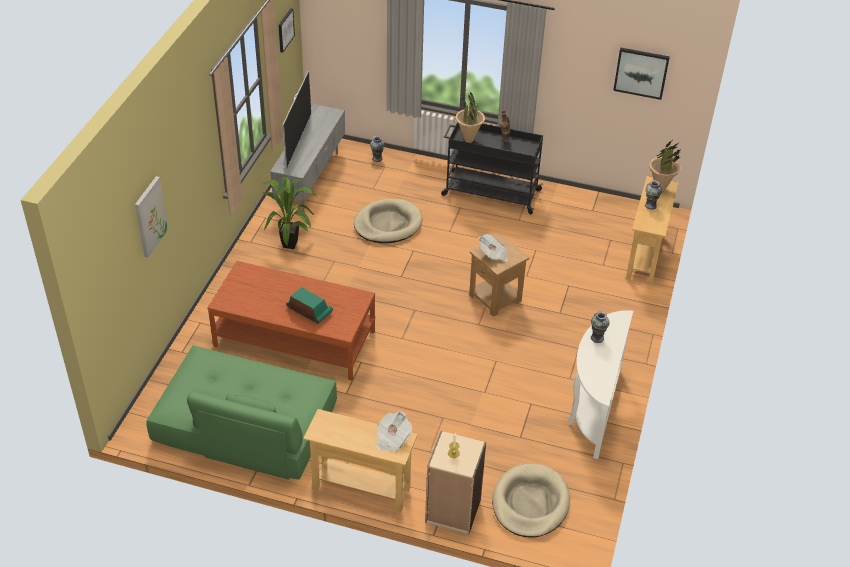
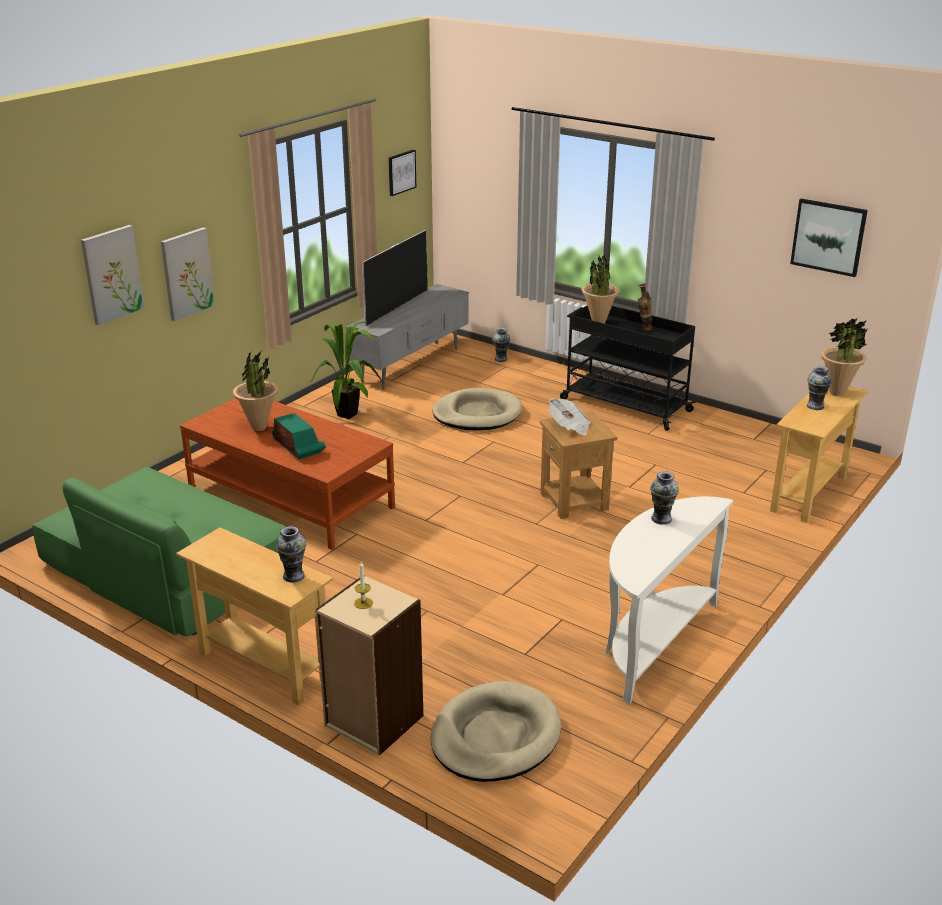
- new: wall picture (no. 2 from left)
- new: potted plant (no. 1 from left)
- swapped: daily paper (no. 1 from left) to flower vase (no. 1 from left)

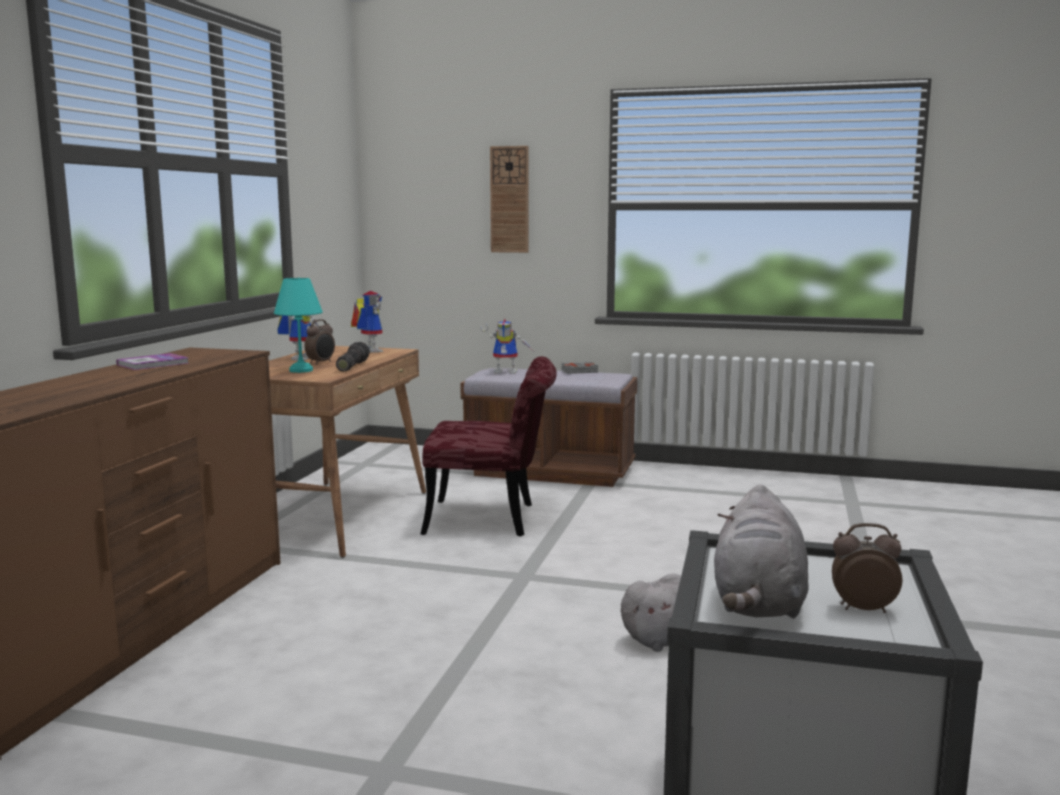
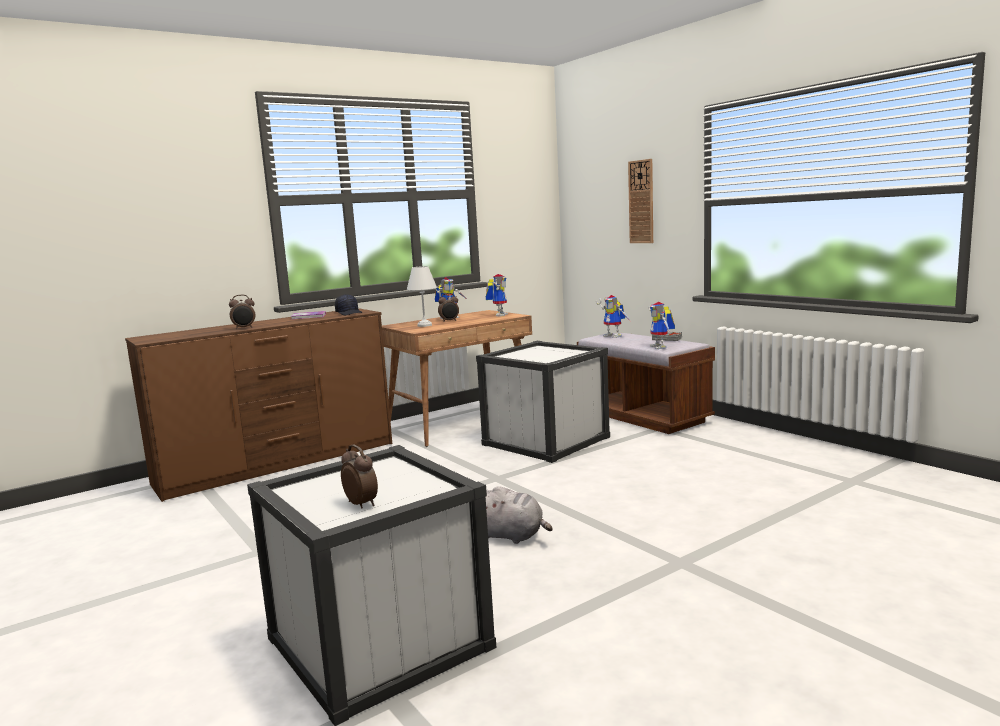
- gone: torch
- gone: greyish cuddly toy (no. 2 from left)
- new: alarm clock (no. 1 from left)
- new: black peaked cap
- new: model robot (no. 4 from left)
- swapped: red-coloured upright chair to white storage bin (no. 2 from left)
- repainted: turquoise tabletop lamp to white tabletop lamp

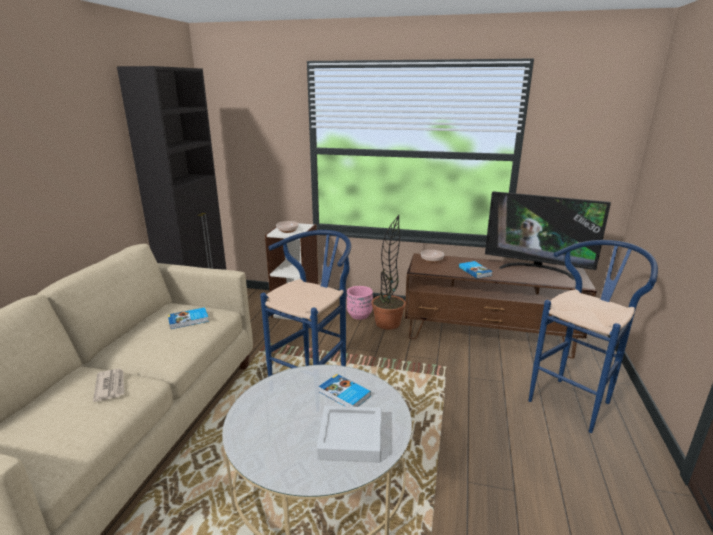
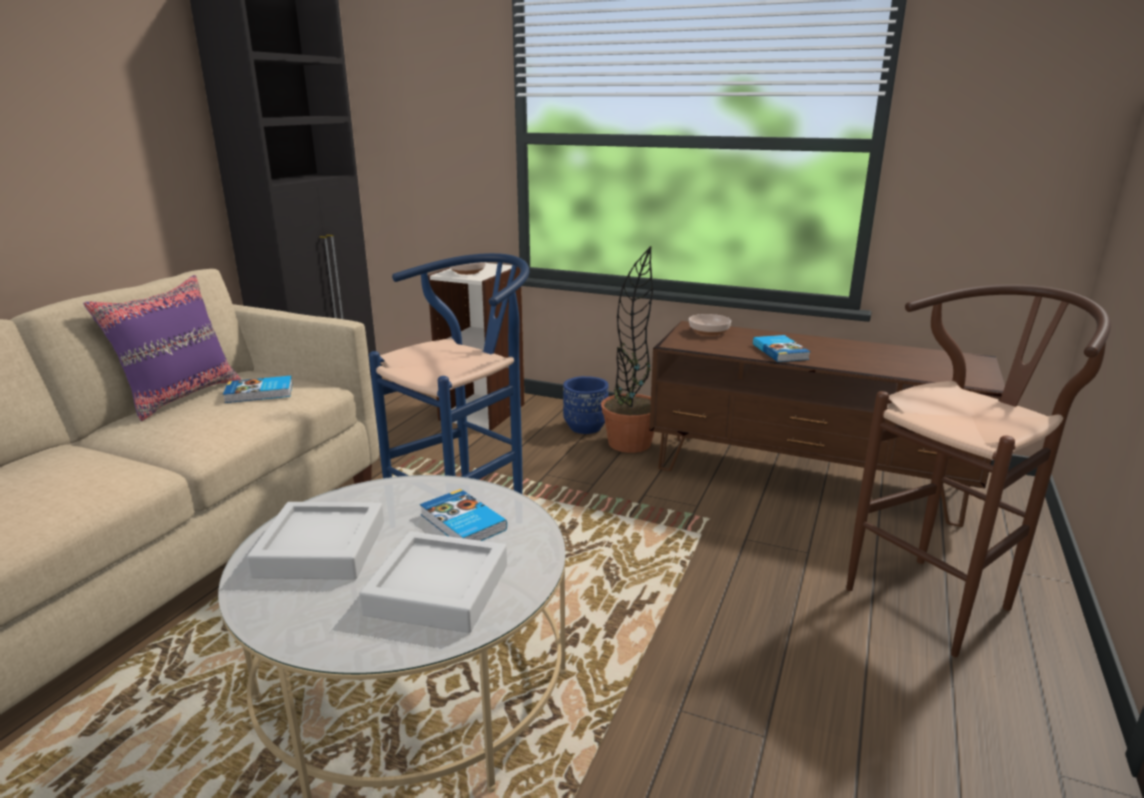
- gone: daily paper
- gone: television
- new: purple cushion
- new: greyish carrying tray (no. 1 from left)
- repainted: pink-coloured planter to blue planter
- repainted: blue sitting stool (no. 2 from left) to brown-coloured sitting stool

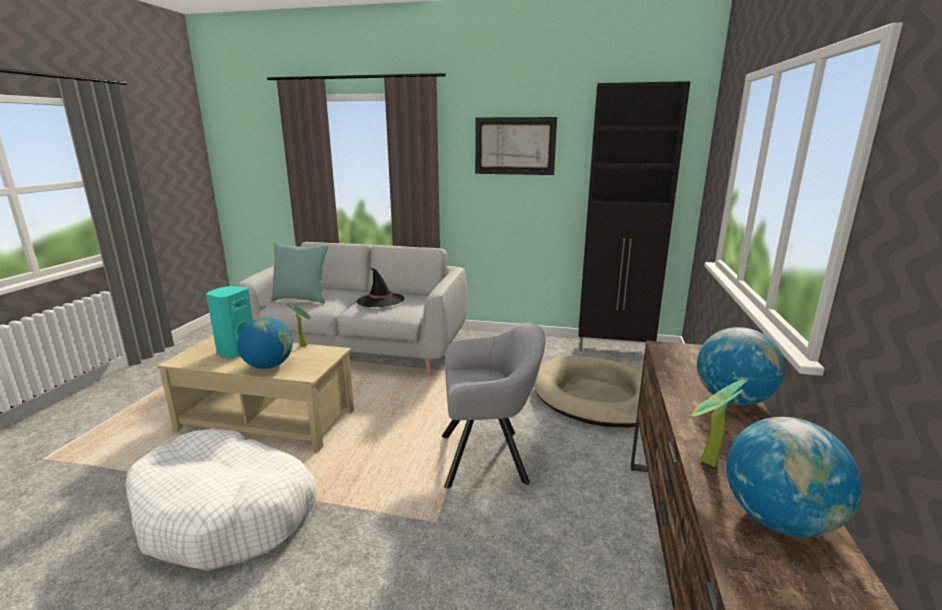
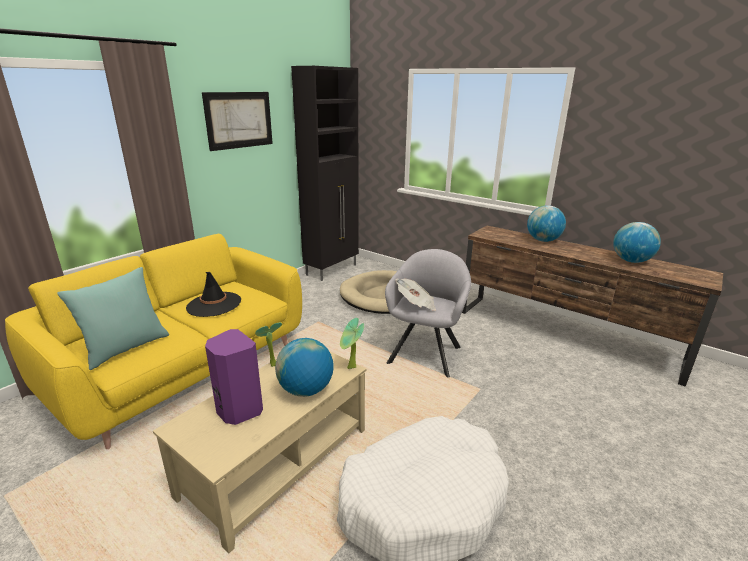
- new: daily paper
- shifted: potted plant (no. 2 from left)
- repainted: turquoise loudspeaker to purple loudspeaker
- repainted: greyish sofa to yellow-coloured sofa

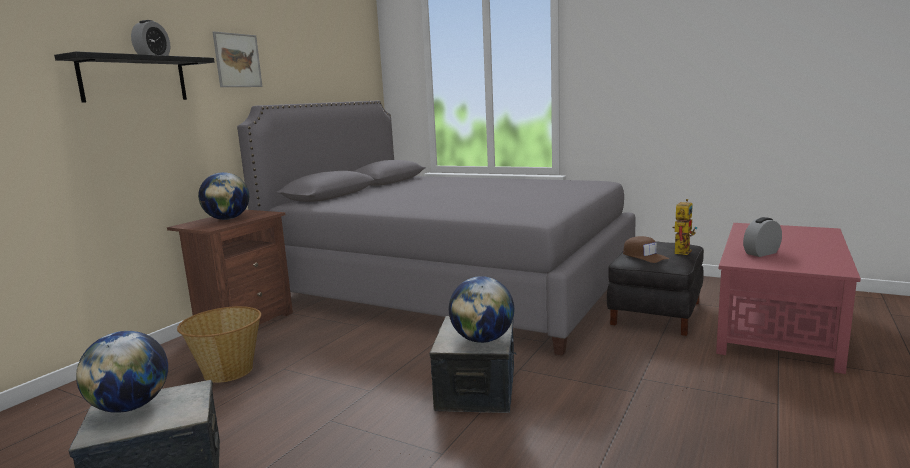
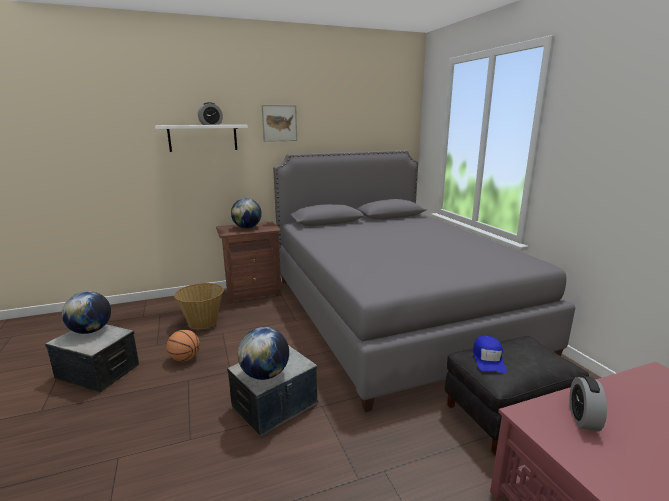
- gone: model robot
- new: ball for basketball
- repainted: black wall shelf to white wall shelf
- repainted: brown-coloured peaked cap to blue peaked cap
- rotated: alarm clock (no. 2 from left) 90 degrees counterclockwise

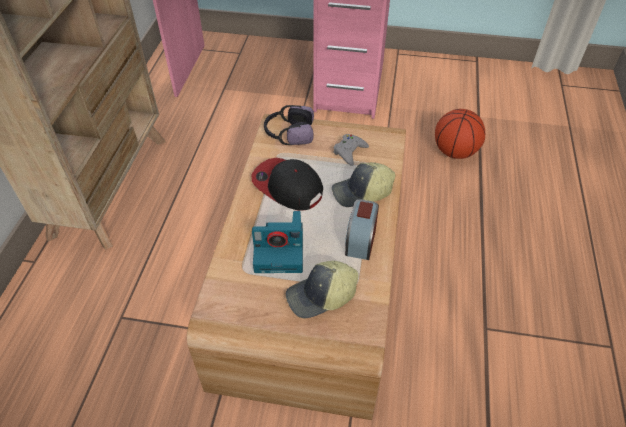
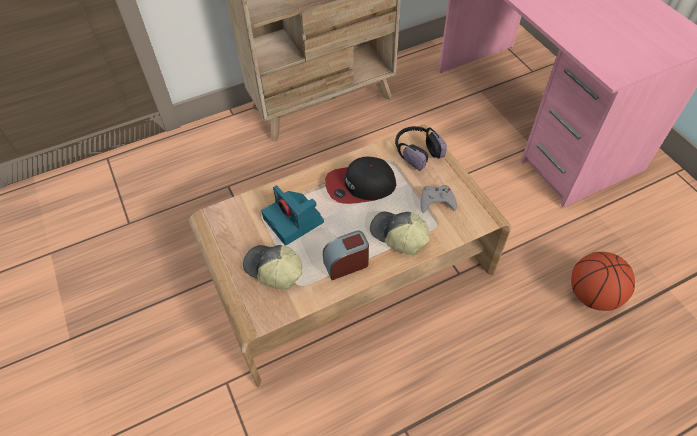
- rotated: peaked cap (no. 1 from left in the first image) 105 degrees counterclockwise

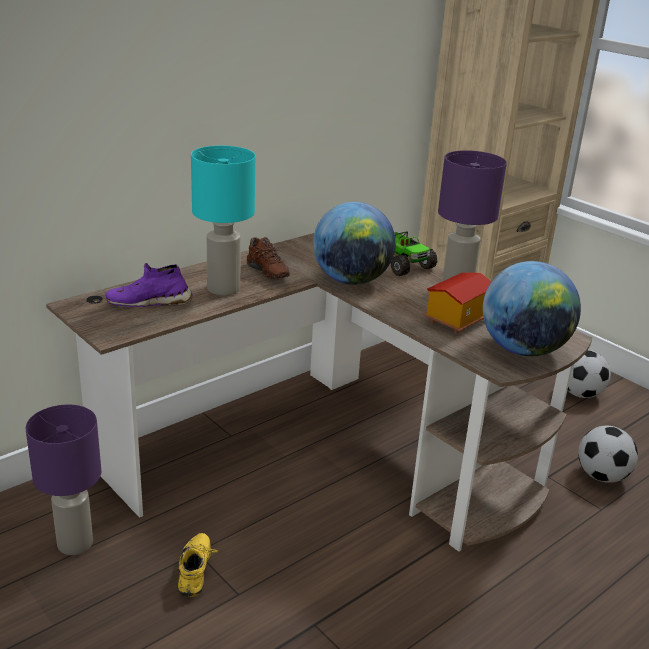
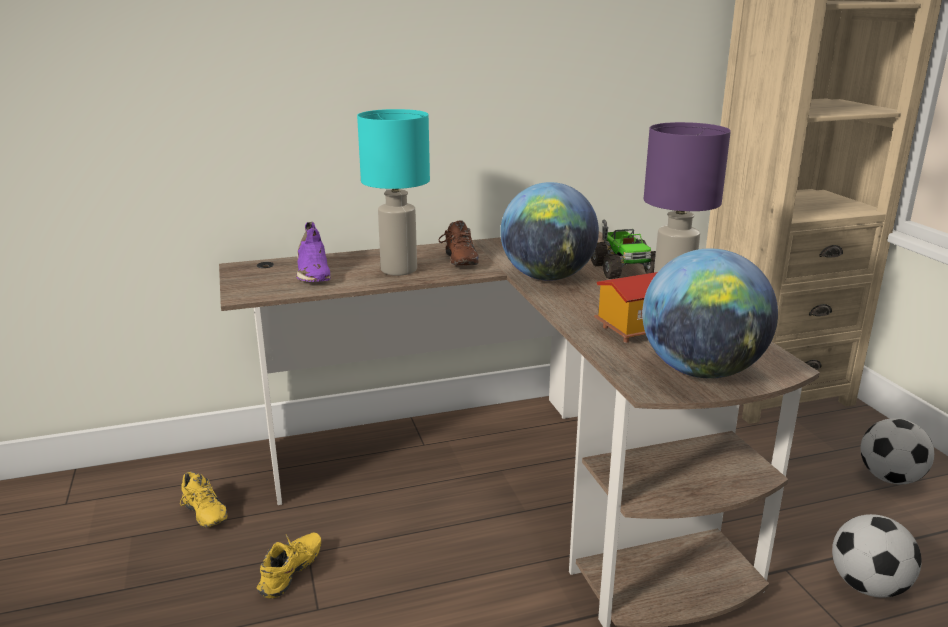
- swapped: purple tabletop lamp (no. 1 from left) to yellow-coloured low shoe (no. 1 from left)
- rotated: purple low shoe 120 degrees counterclockwise

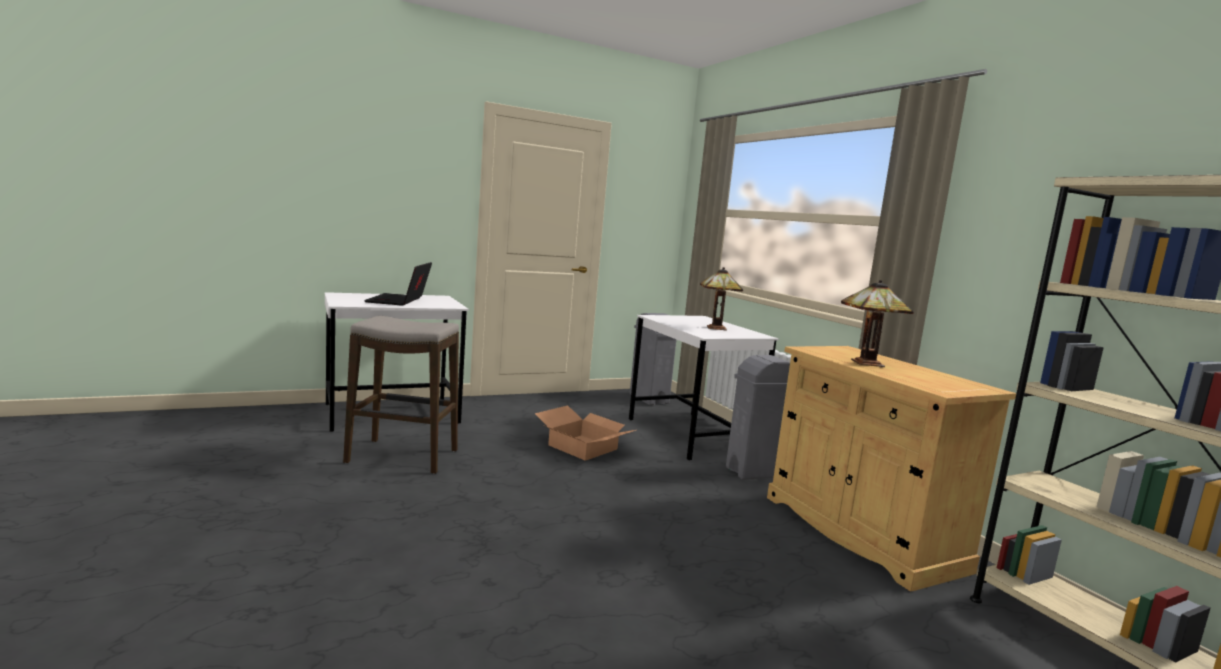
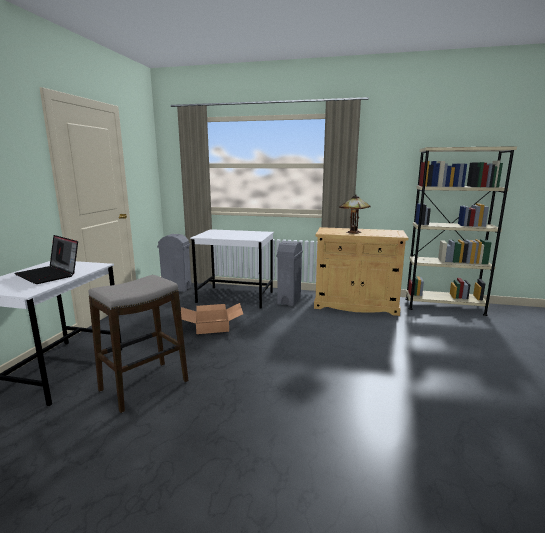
- gone: tabletop lamp (no. 1 from left)

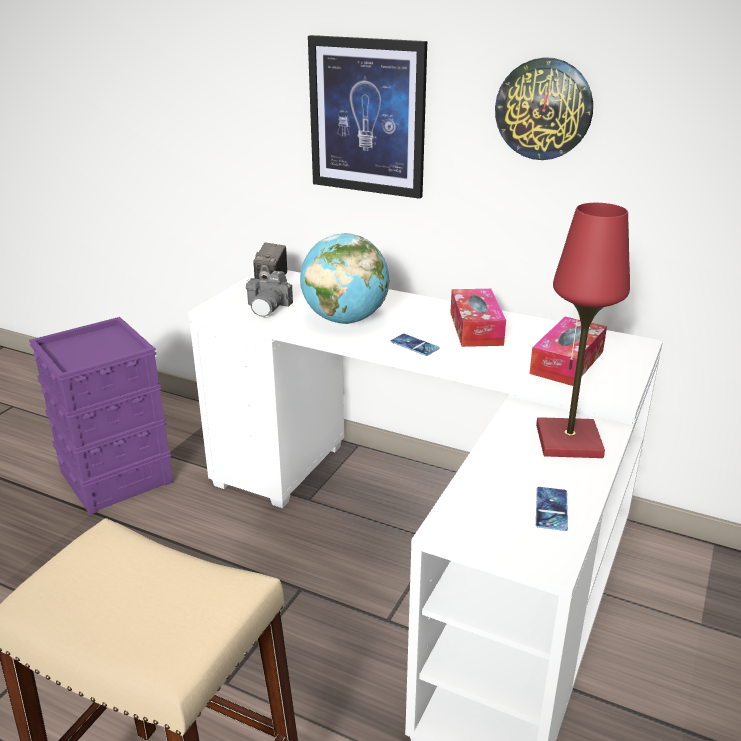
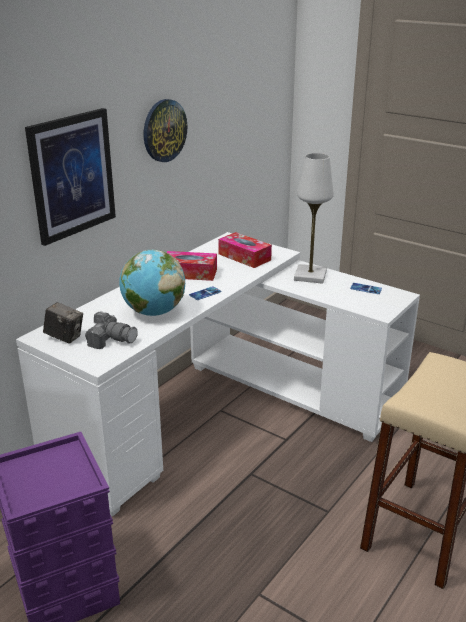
- repainted: red-coloured tabletop lamp to white tabletop lamp

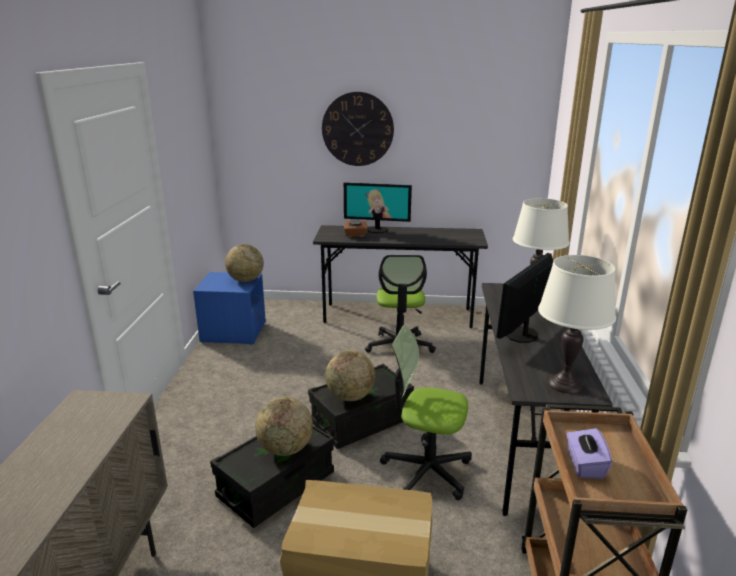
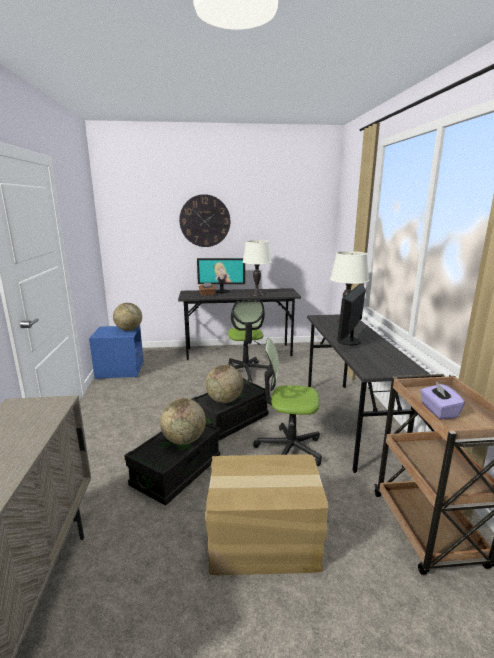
- shifted: white tabletop lamp (no. 2 from left in the first image) to white tabletop lamp (no. 1 from left)

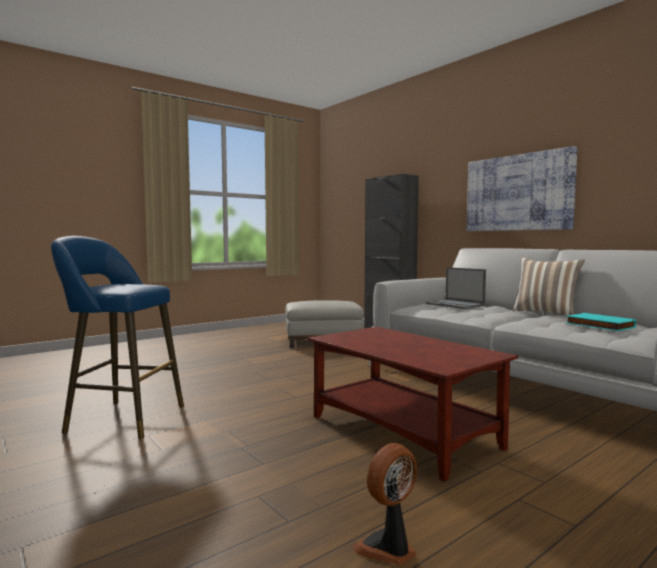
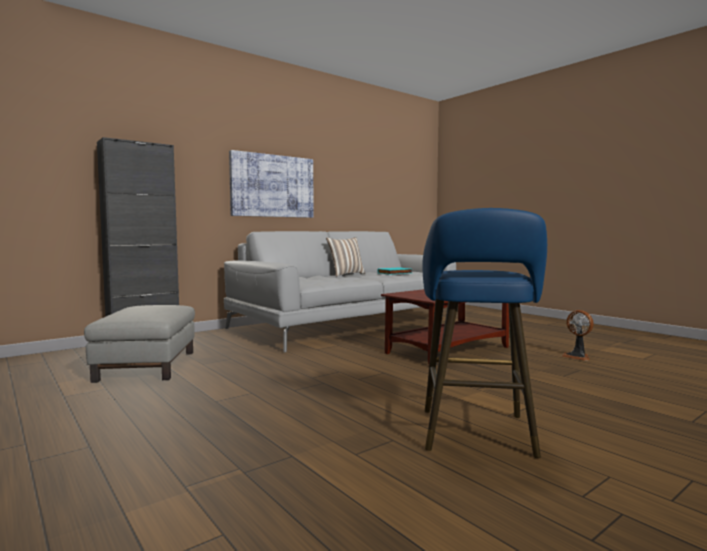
- gone: portable computer

